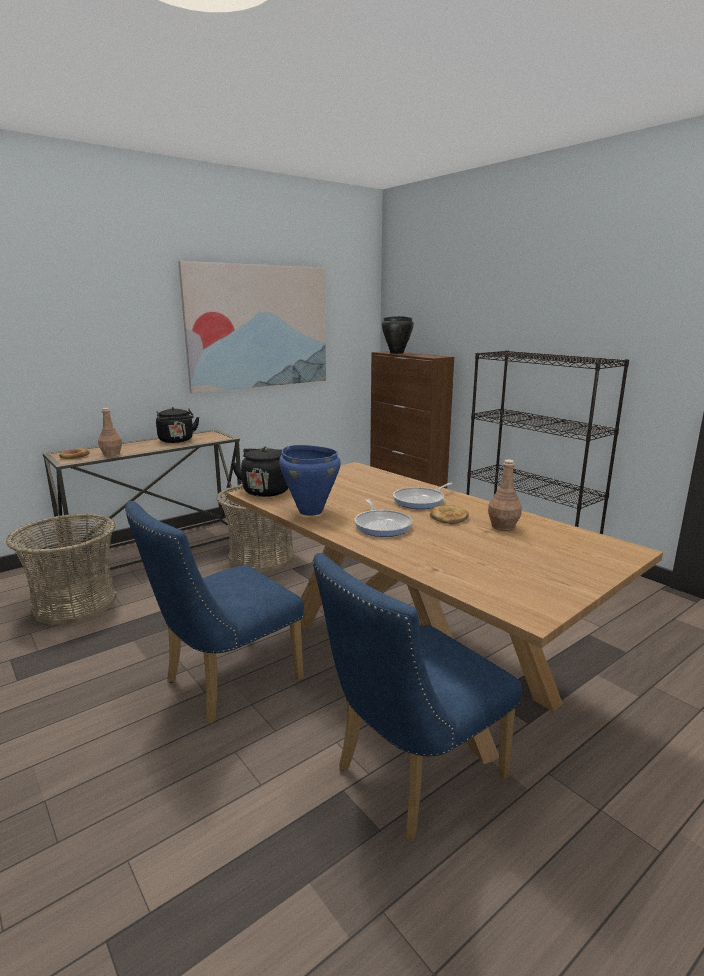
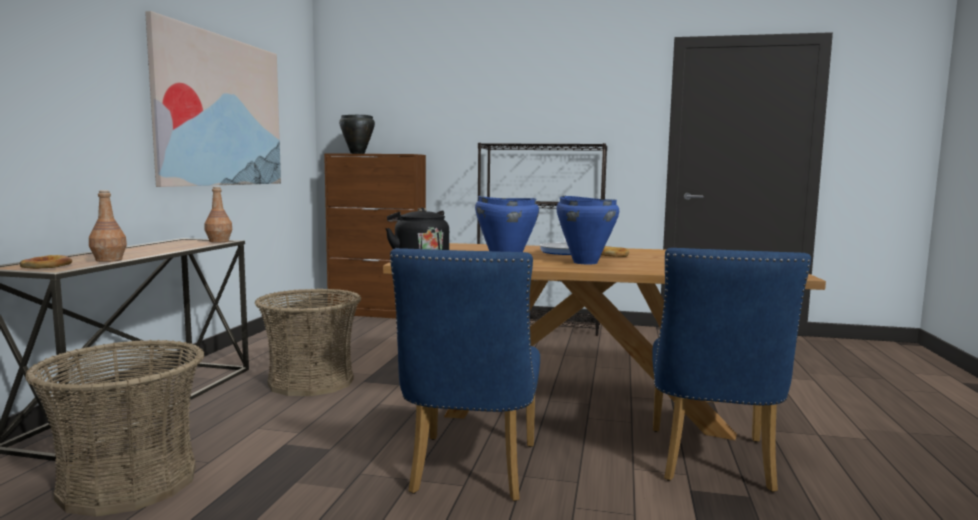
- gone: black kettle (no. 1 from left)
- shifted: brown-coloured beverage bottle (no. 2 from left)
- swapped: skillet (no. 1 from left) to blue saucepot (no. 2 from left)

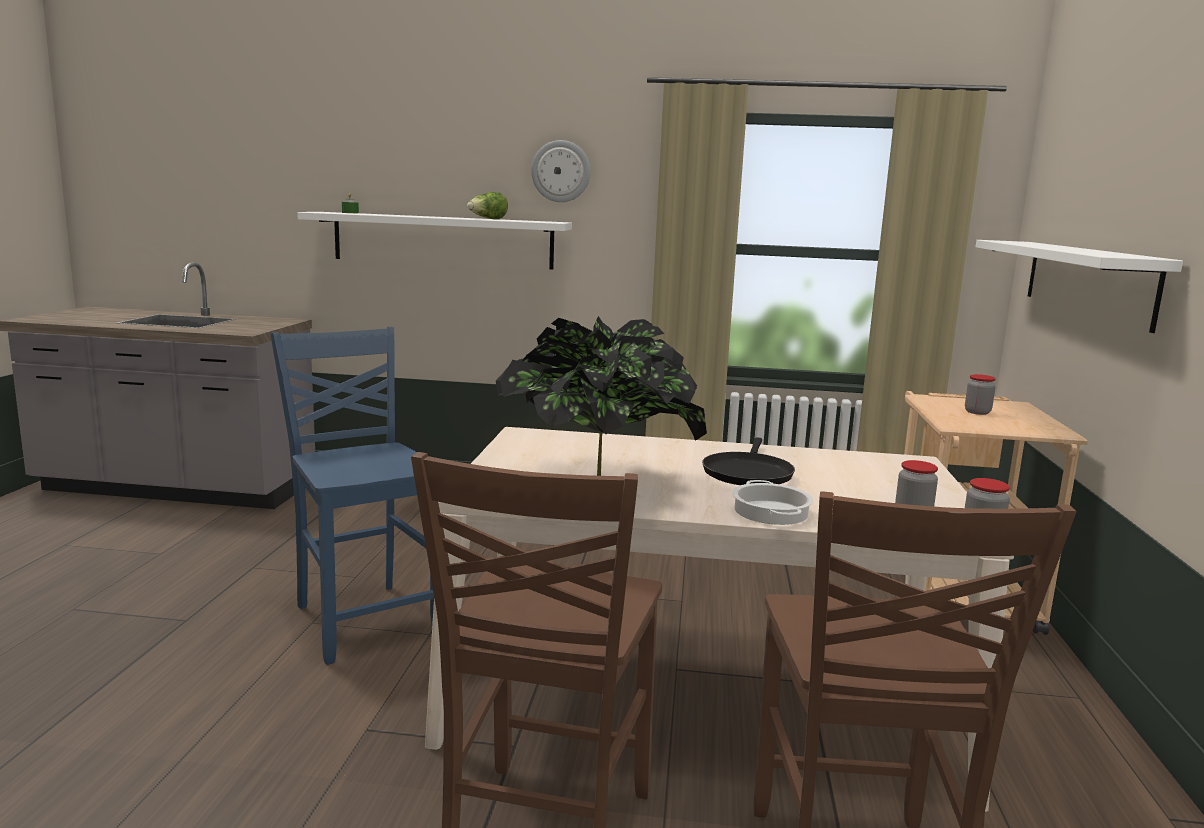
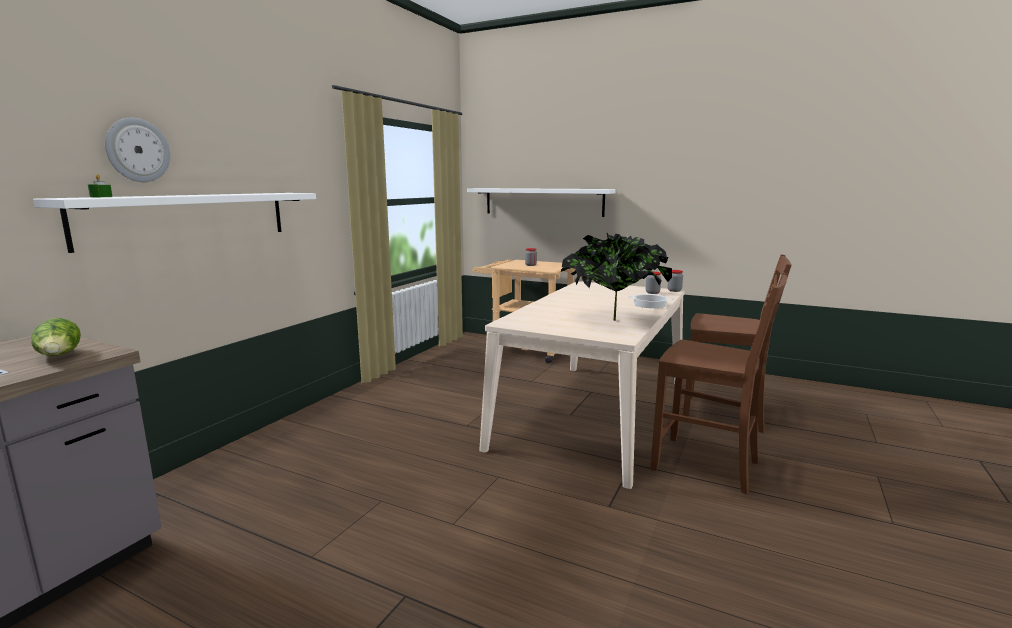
- gone: blue upright chair
- gone: black skillet
- shifted: lettuce
- shifted: wall clock

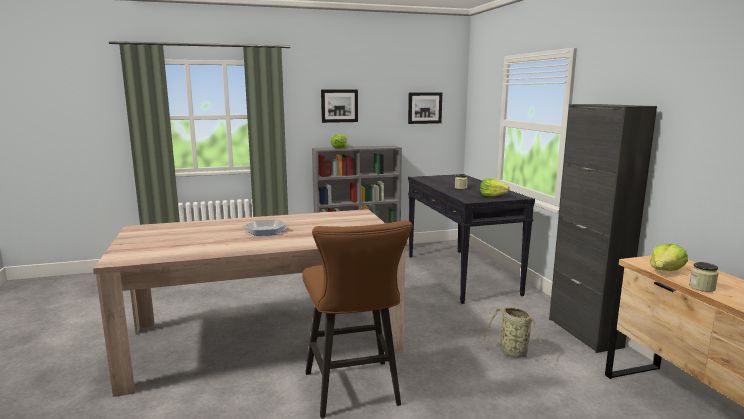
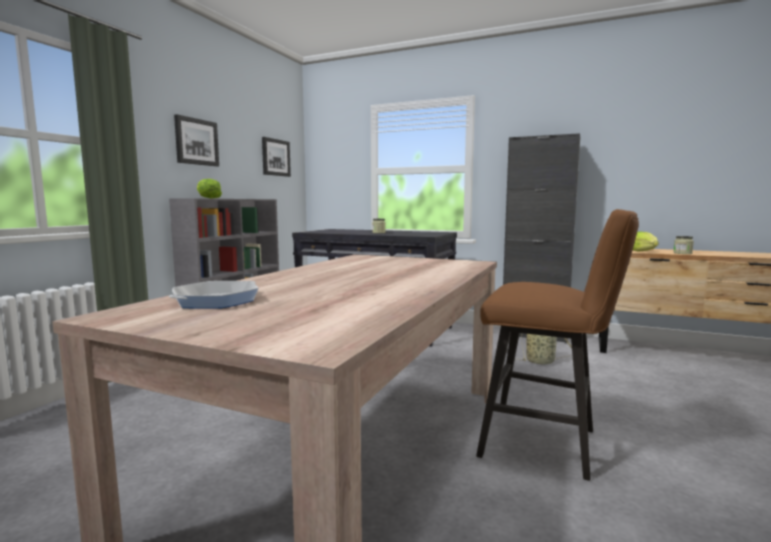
- gone: lettuce (no. 2 from left)
- shifted: skillet

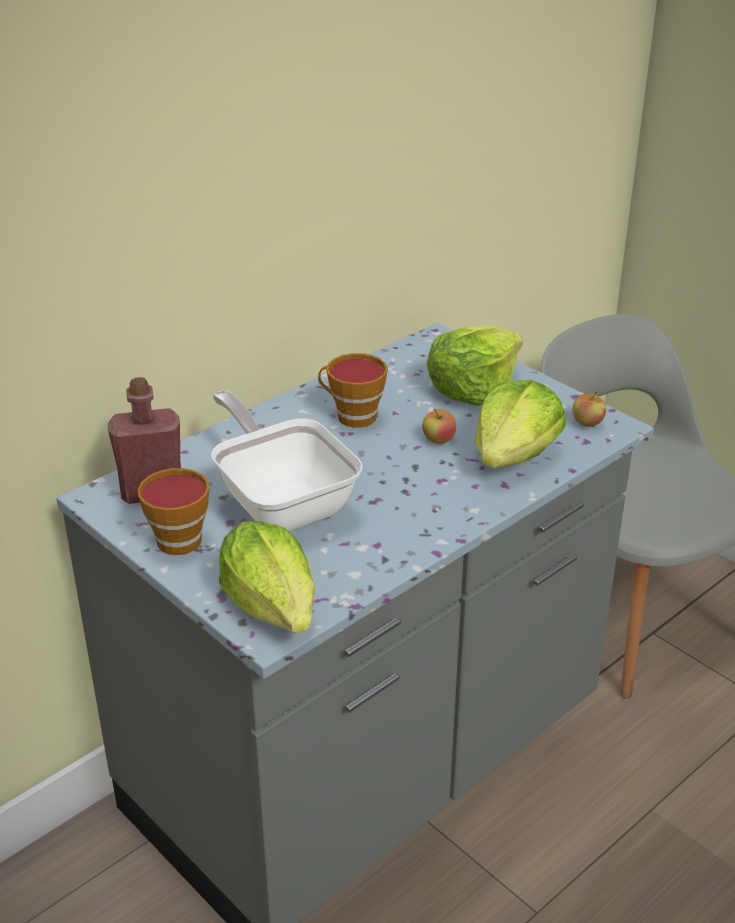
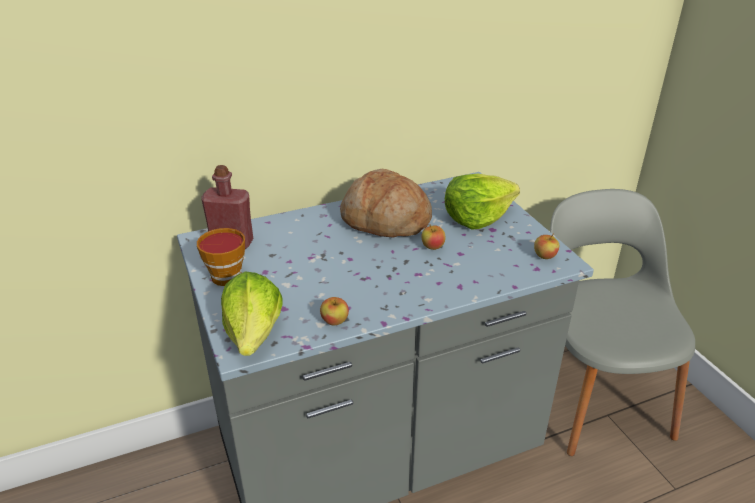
- gone: skillet
- gone: lettuce (no. 3 from left)
- new: apple fruit (no. 1 from left)
- swapped: small cup (no. 2 from left) to bread

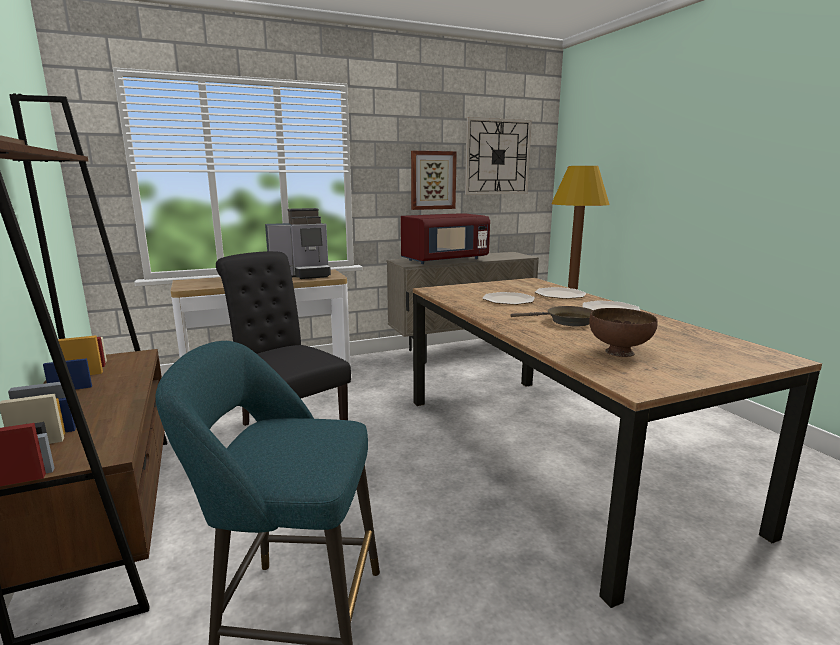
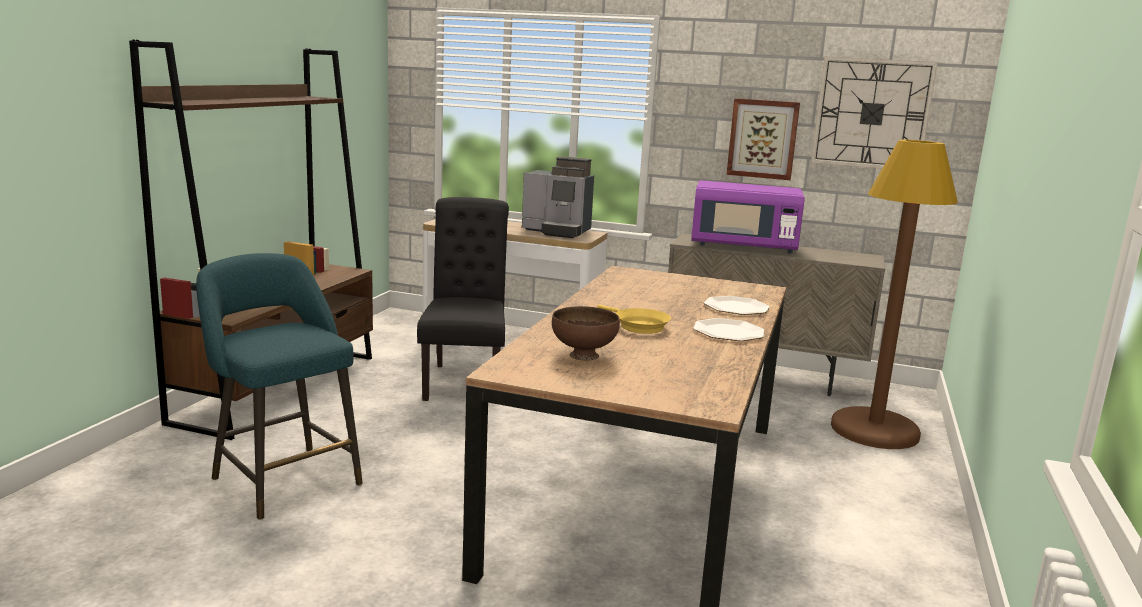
- gone: dinner plate (no. 1 from left)
- repainted: red-coloured kitchen microwave to purple kitchen microwave
- repainted: brown-coloured skillet to yellow-coloured skillet

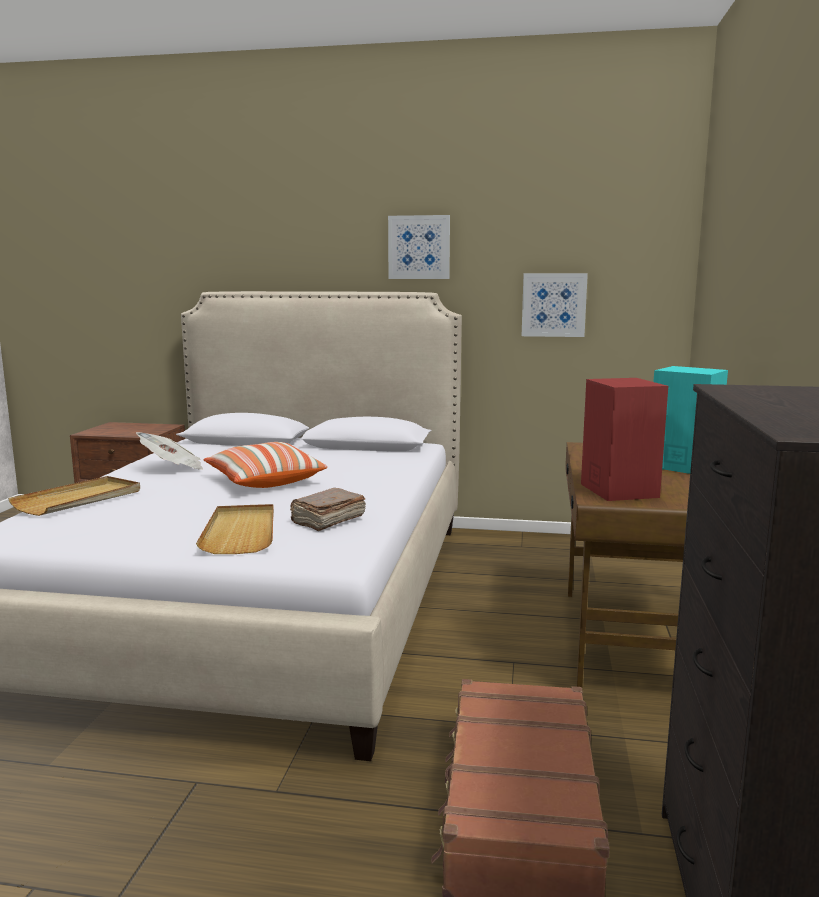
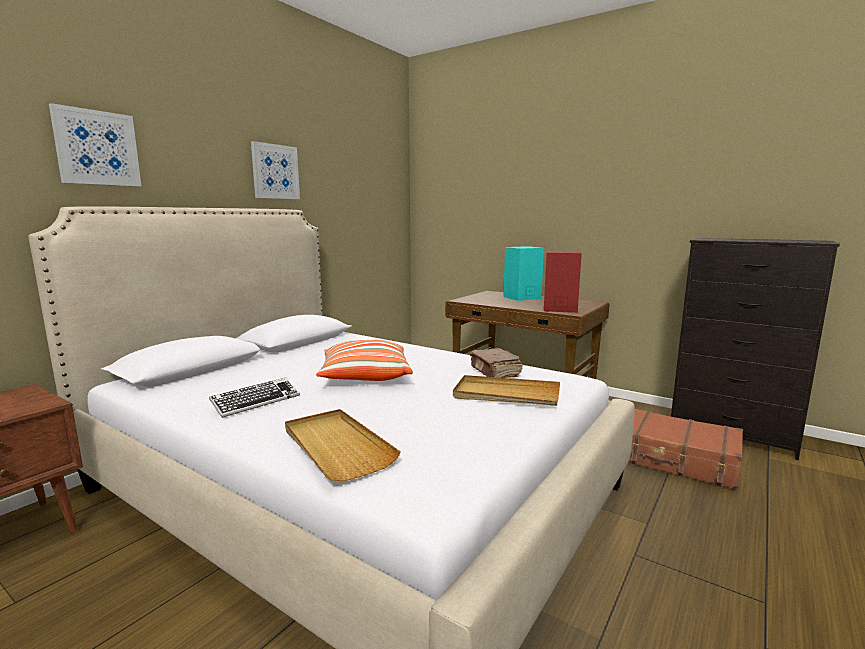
- shifted: wall picture (no. 2 from left in the first image) to wall picture (no. 1 from left)
- swapped: daily paper to computer keyboard

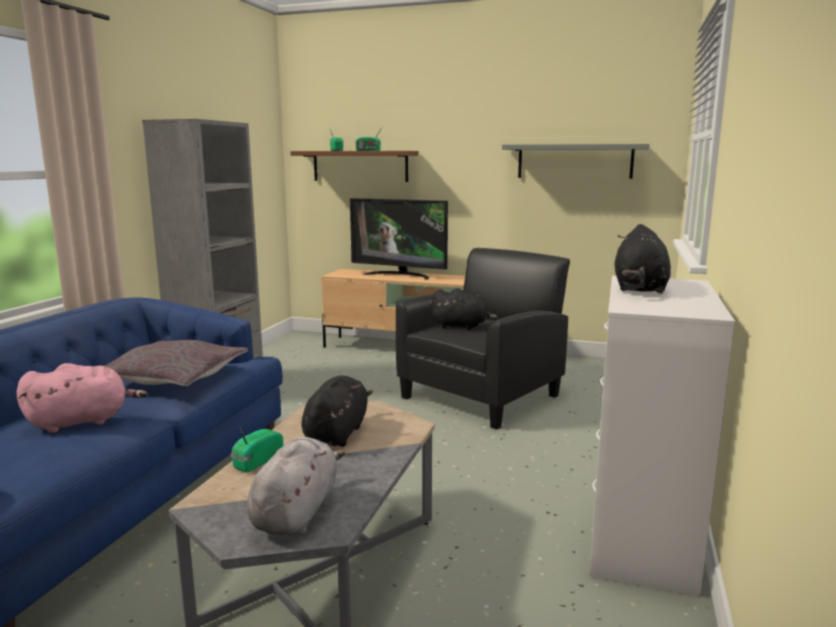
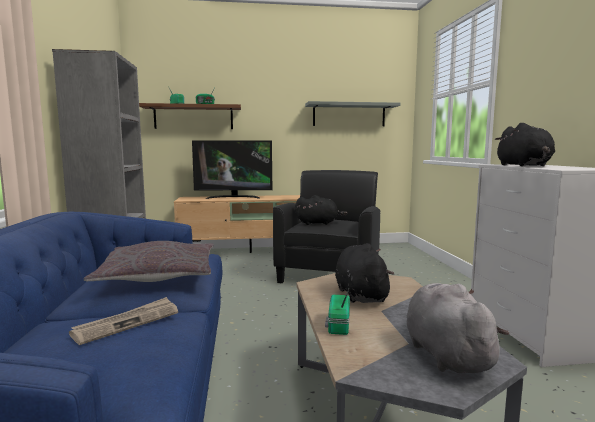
- swapped: pink-coloured cuddly toy to daily paper

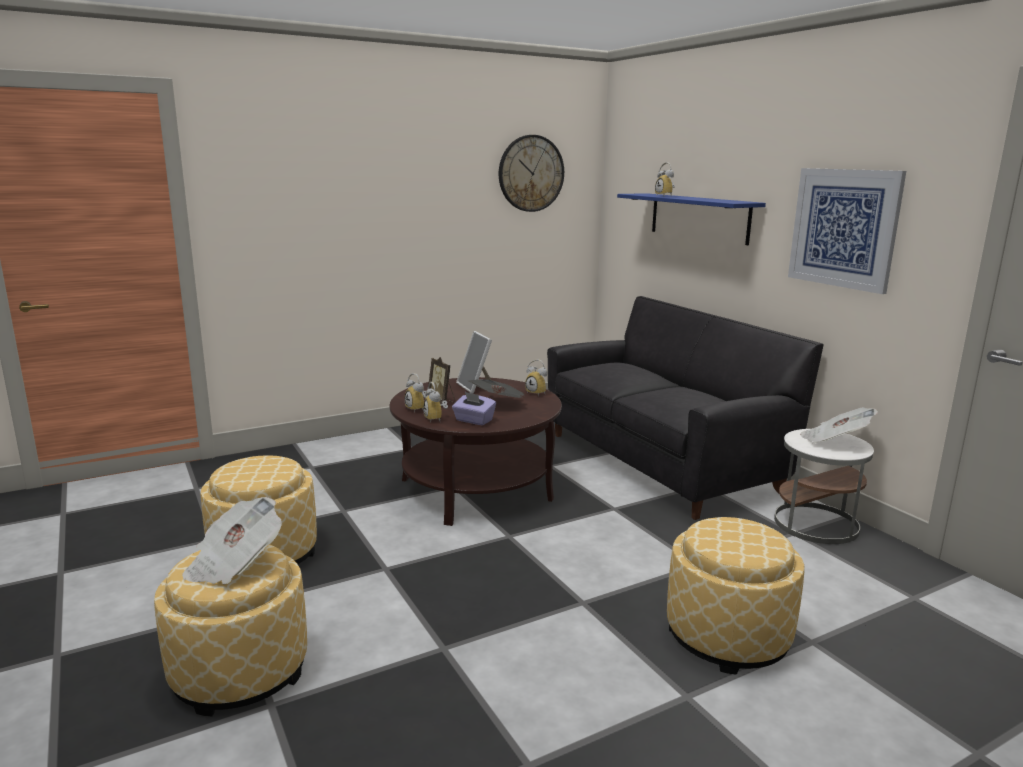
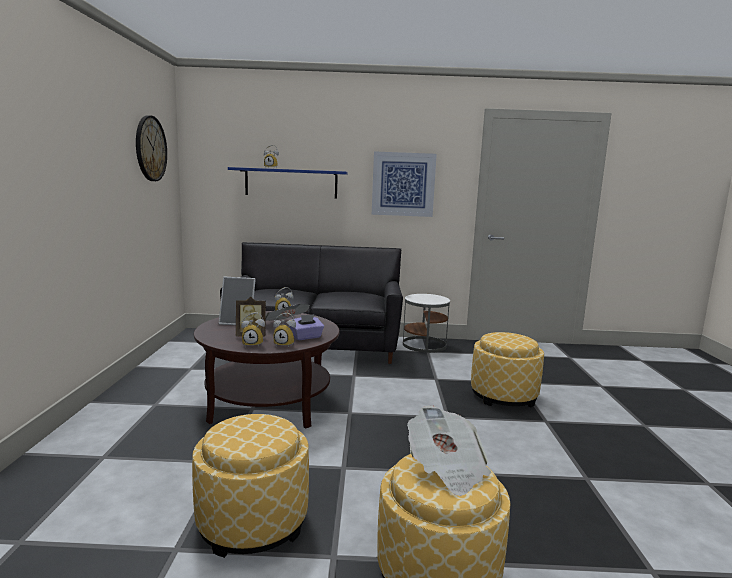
- gone: daily paper (no. 3 from left)

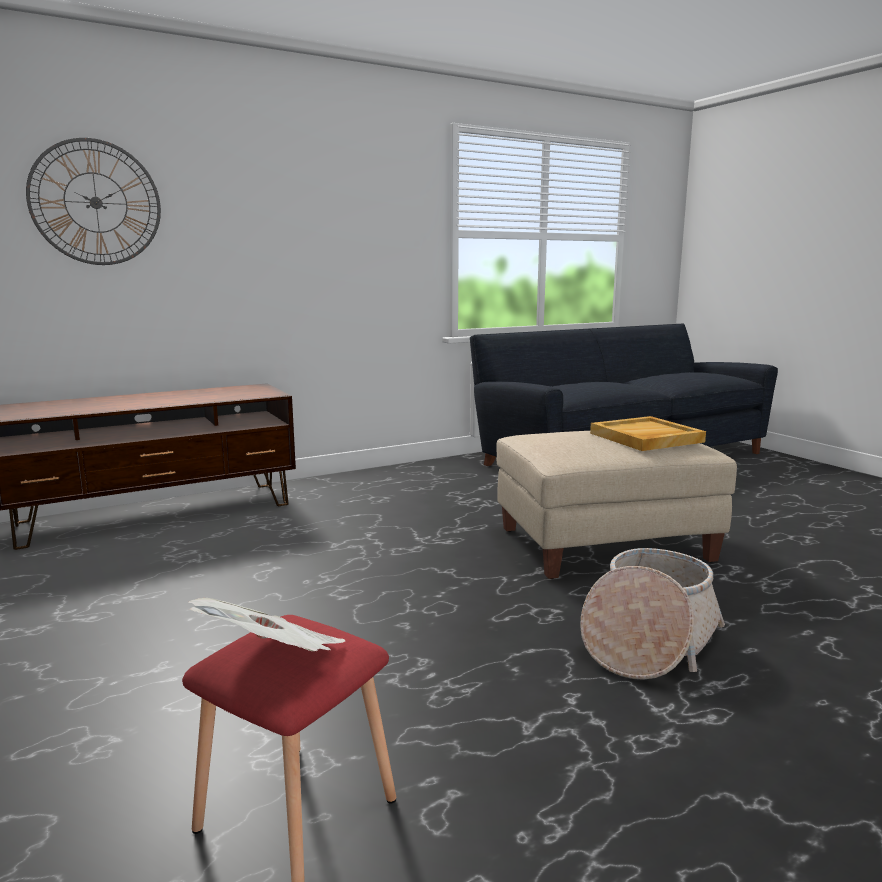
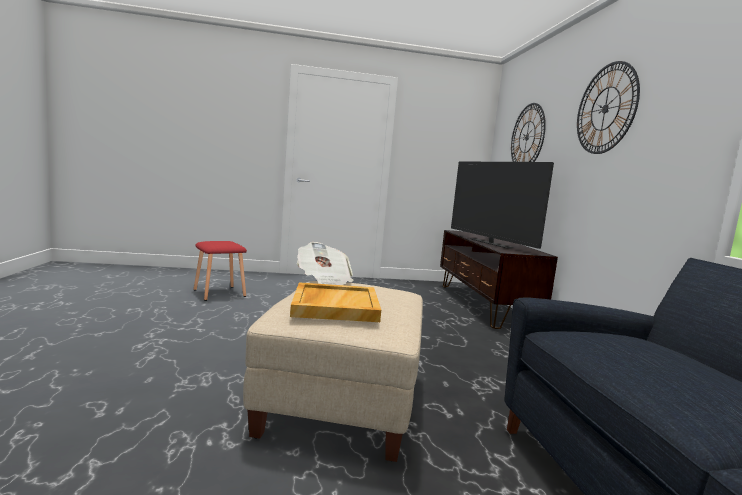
- gone: household basket
- new: television
- new: wall clock (no. 2 from left)
- shifted: daily paper

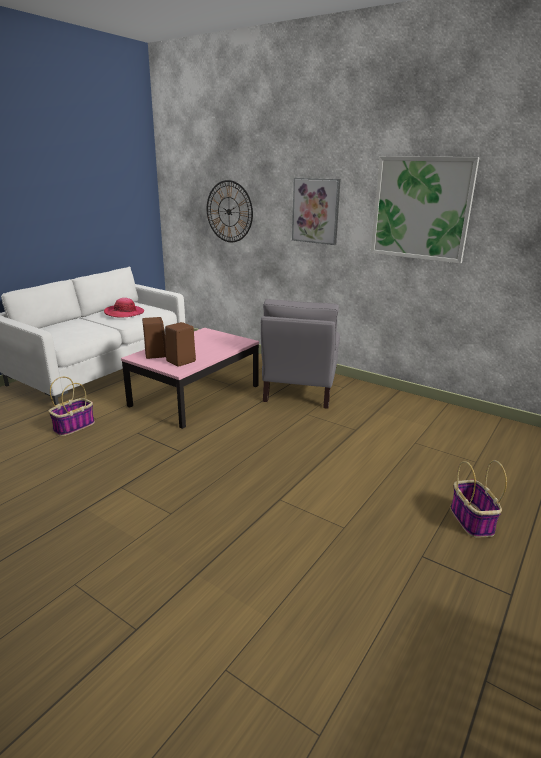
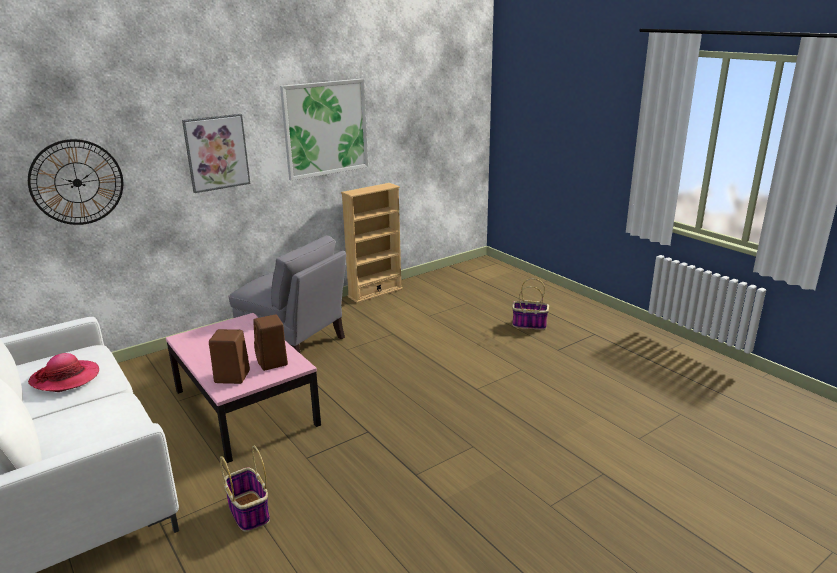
- new: beige shelving unit

